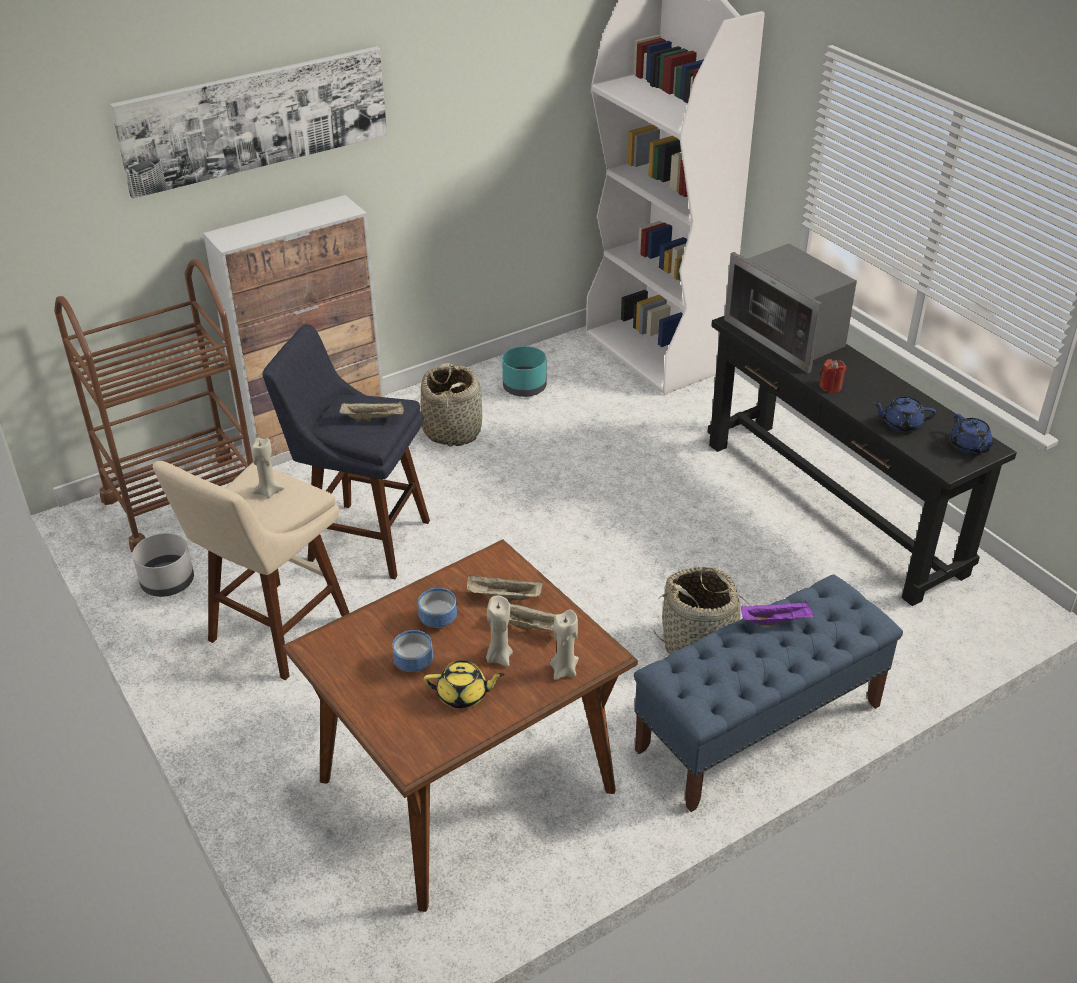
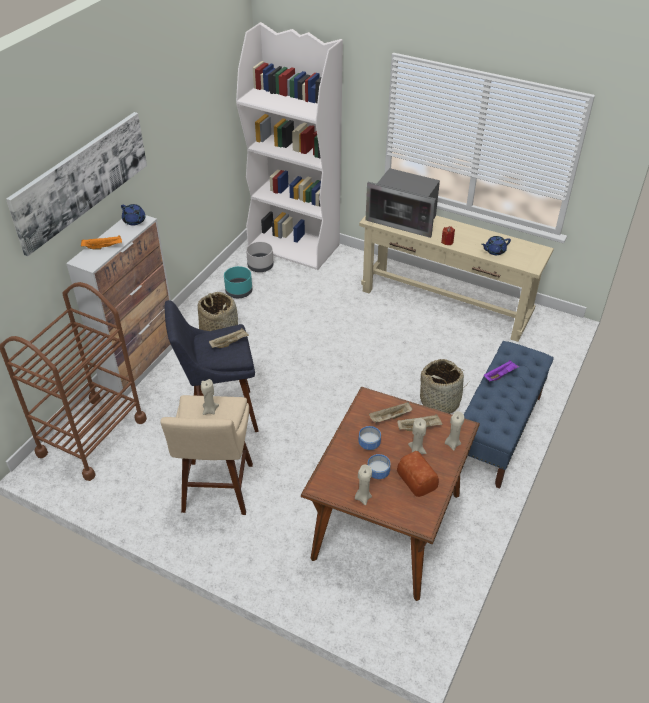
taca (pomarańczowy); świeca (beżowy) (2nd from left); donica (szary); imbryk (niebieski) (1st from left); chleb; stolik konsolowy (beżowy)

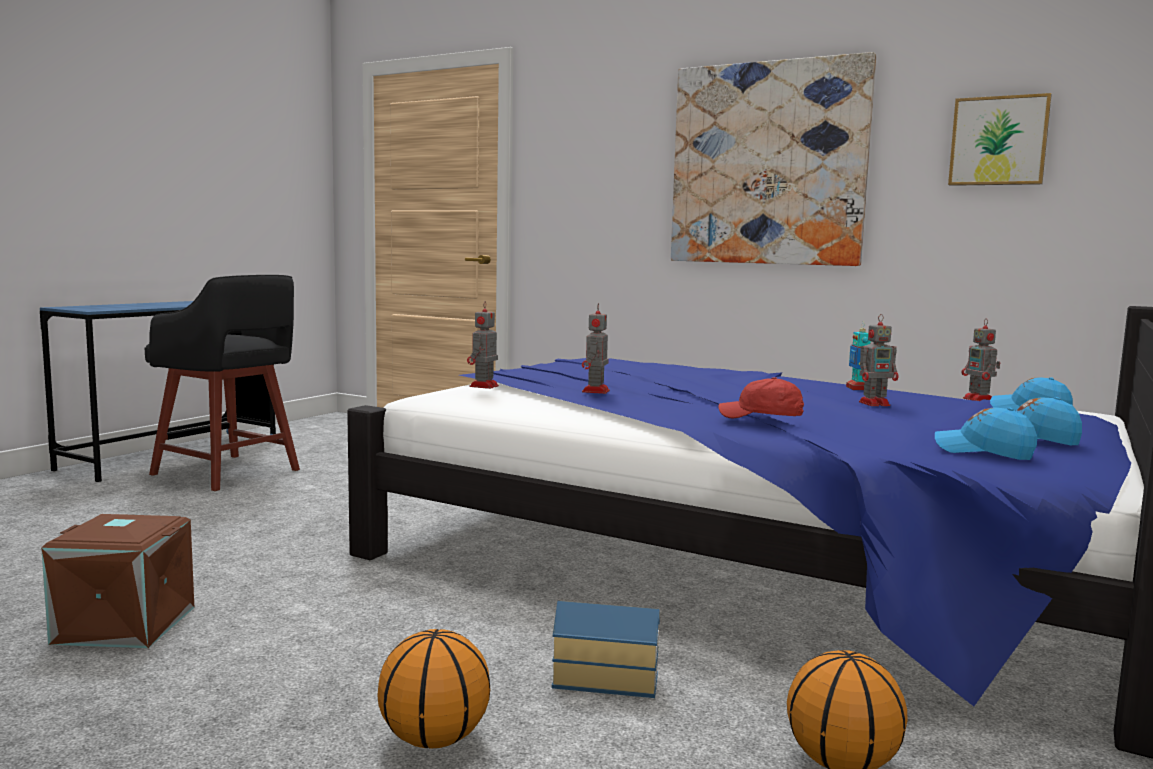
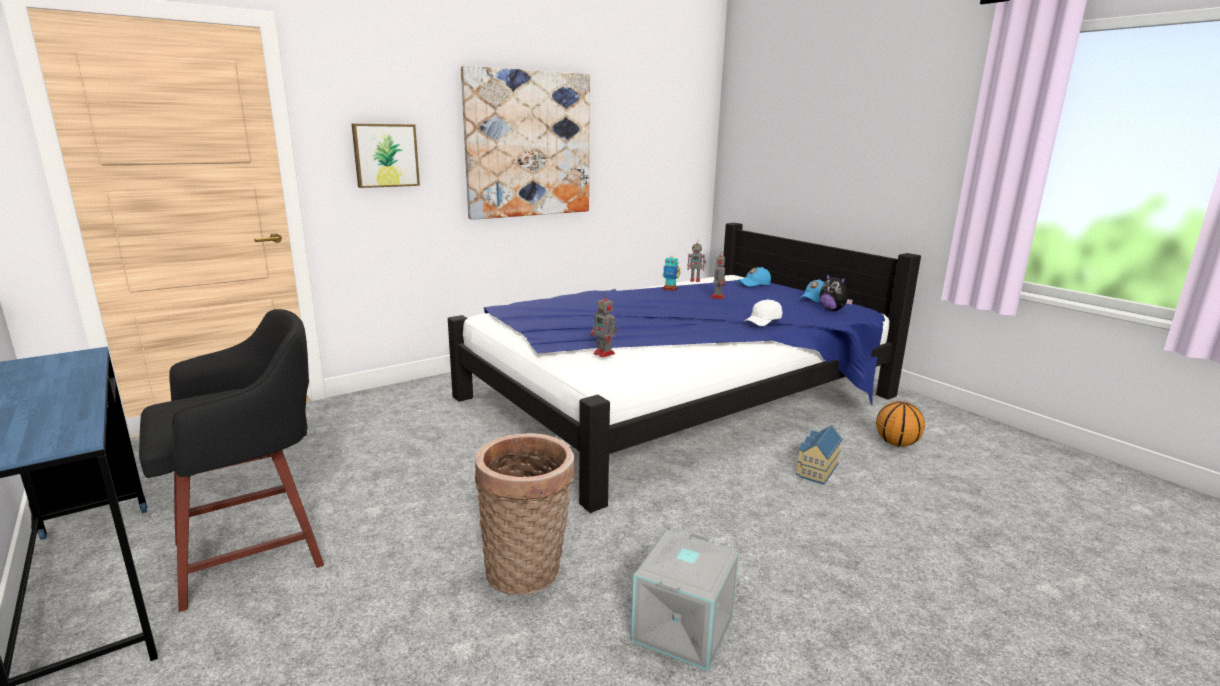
piłka do koszykówki (1st from left in the first image); robot zabawkowy (2nd from left in the first image); koszyk; obraz (1st from left); pluszak; pojemnik do przechowywania (szary); czapka z daszkiem (biały)

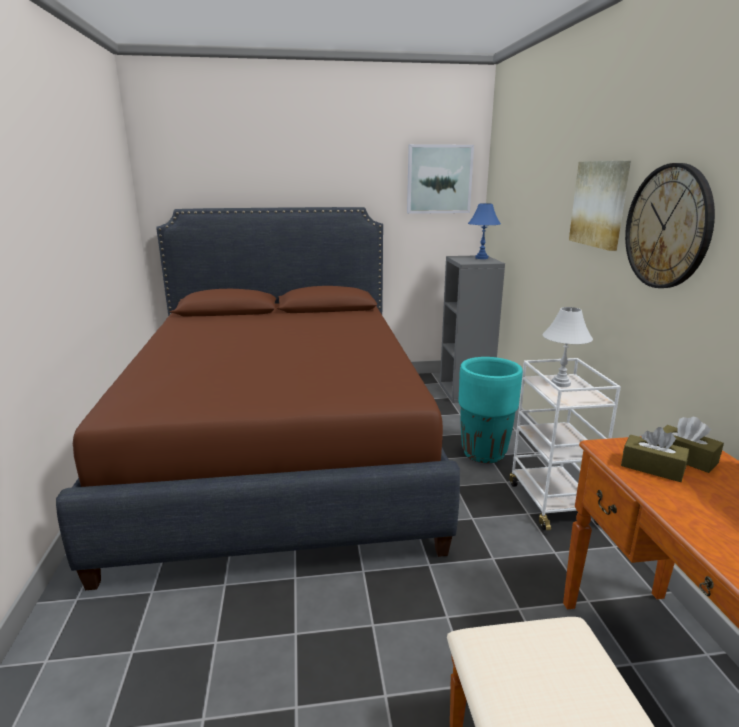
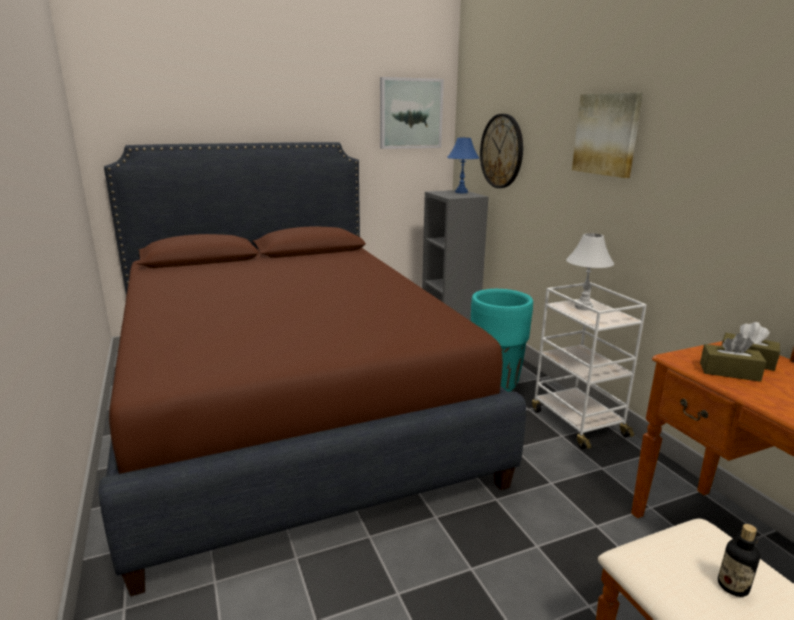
butelka; zegar ścienny

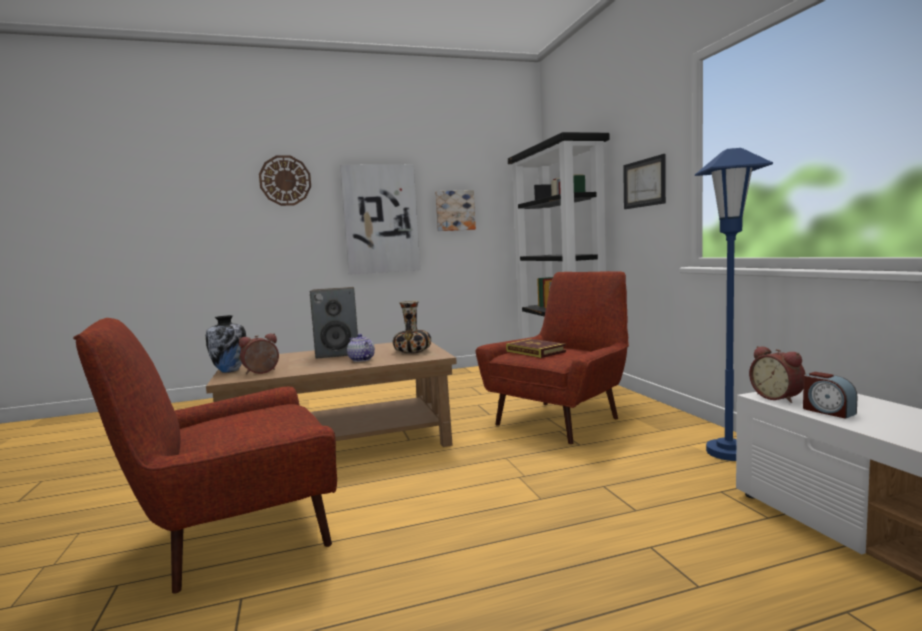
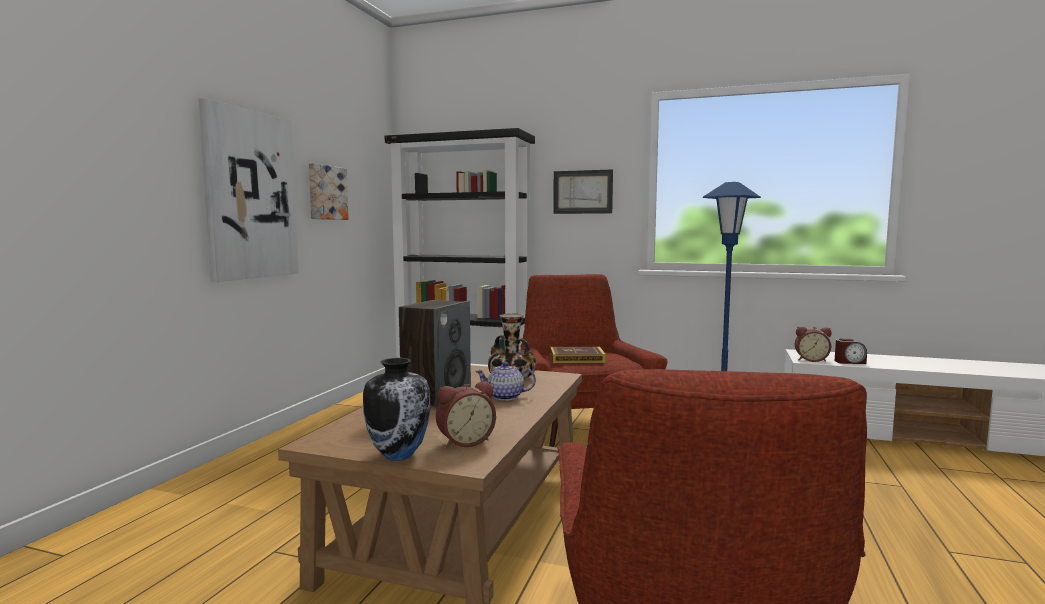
zegar ścienny; budzik (1st from left)

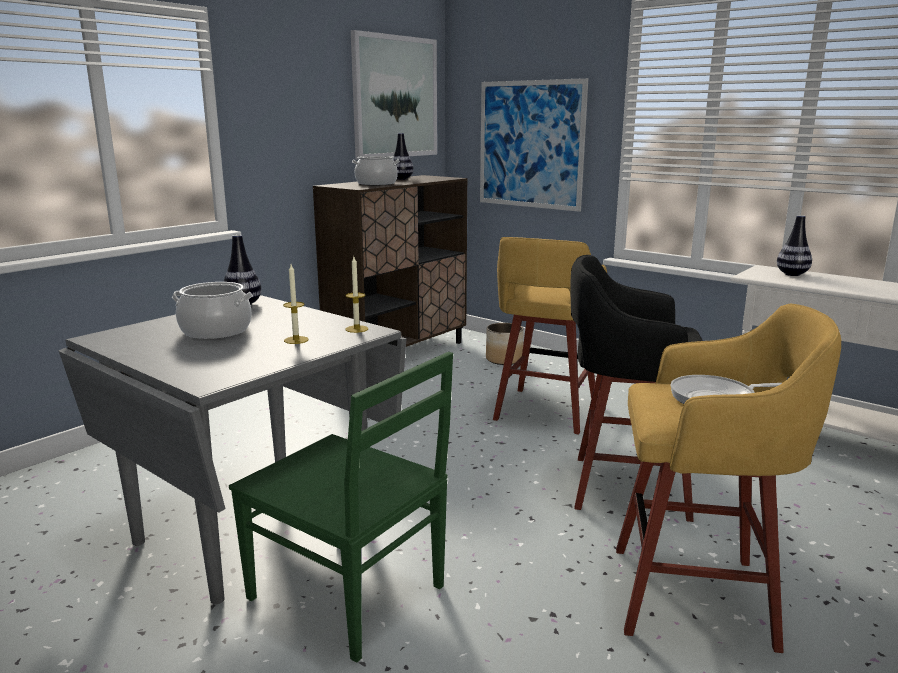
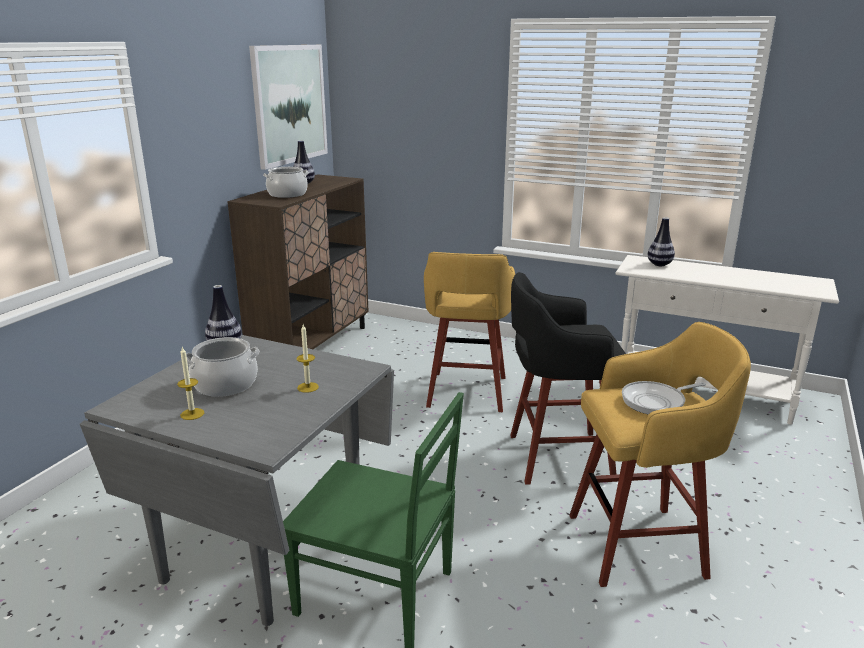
obraz (2nd from left in the first image); donica; świeca (1st from left)

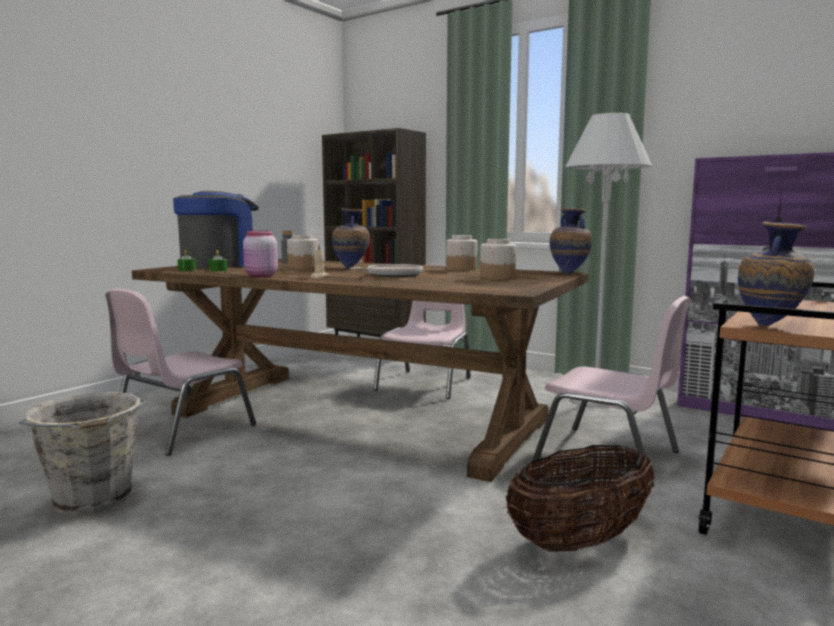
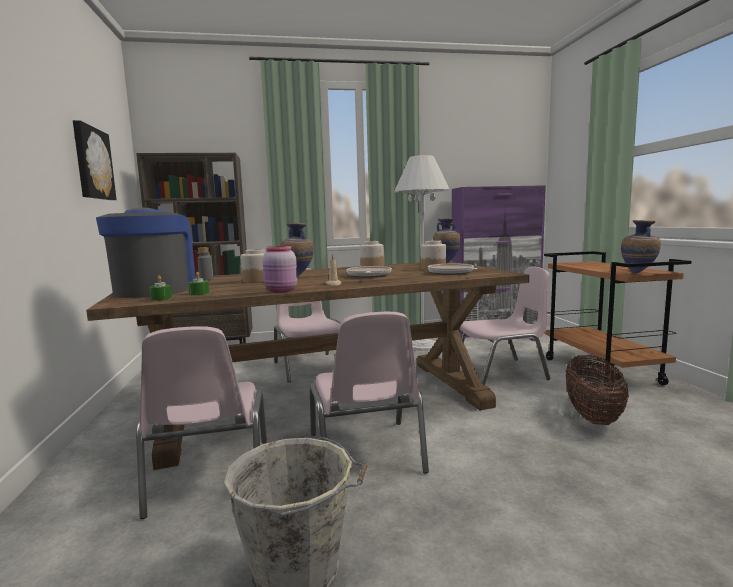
obraz; krzesło (różowy) (3rd from left); patelnia (2nd from left)

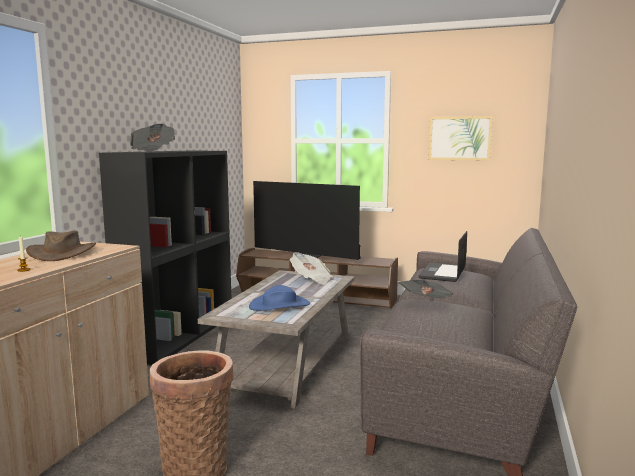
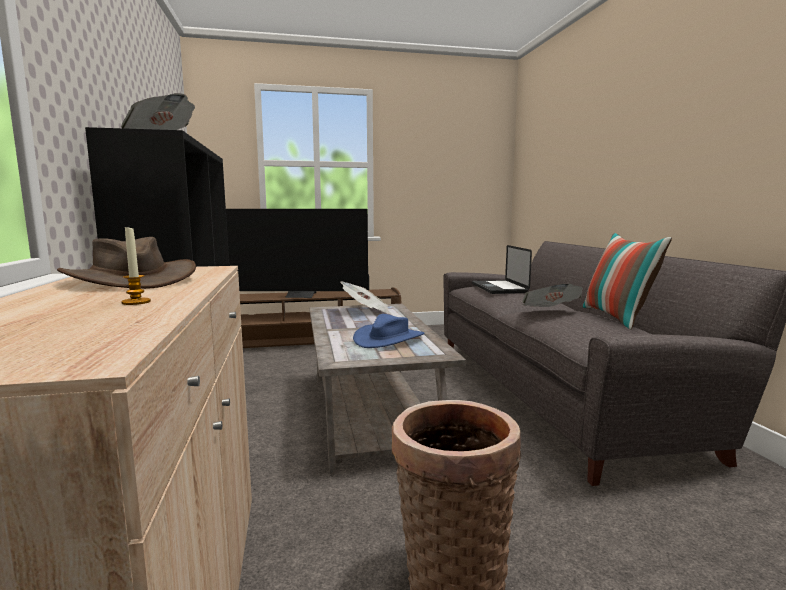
obraz; poduszka

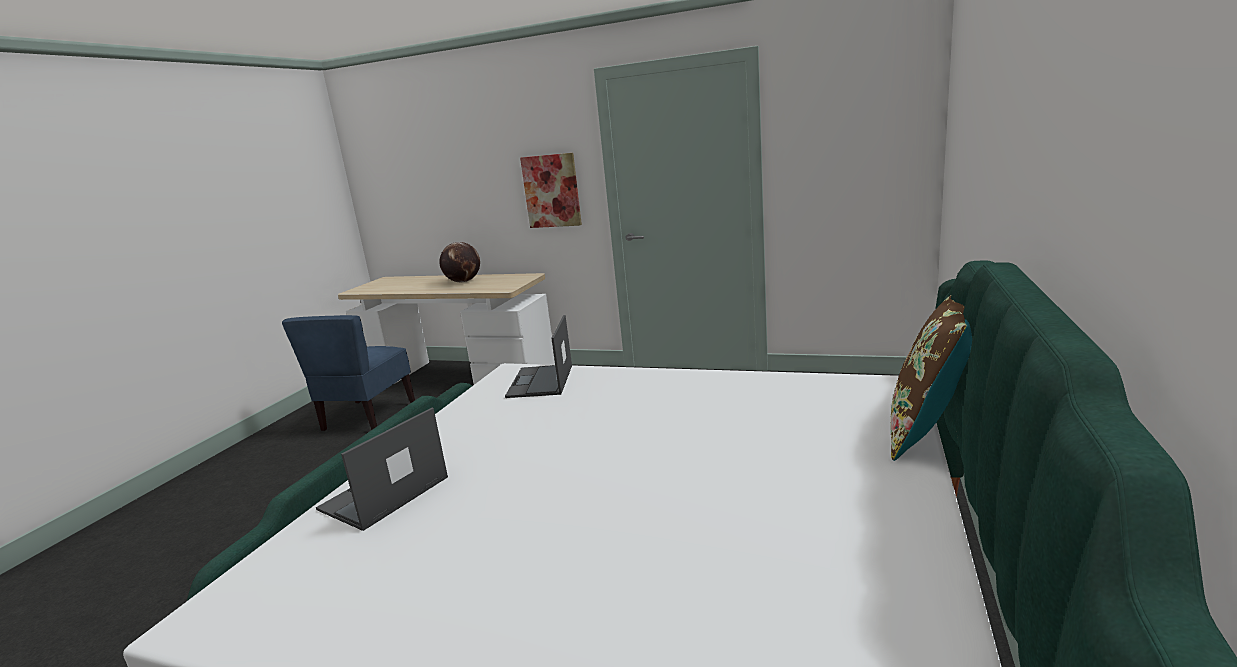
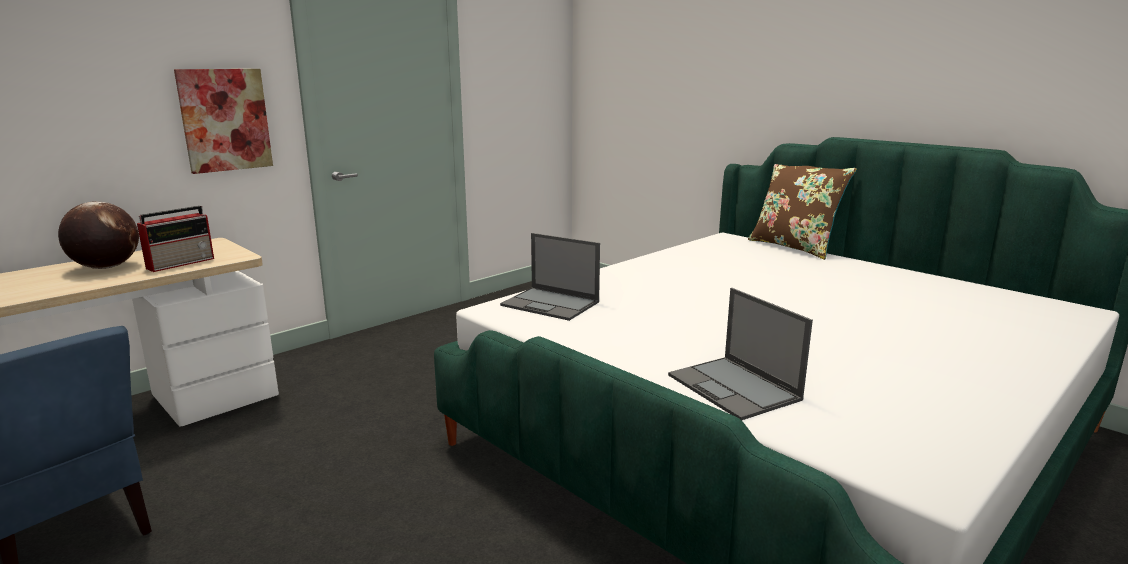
radio

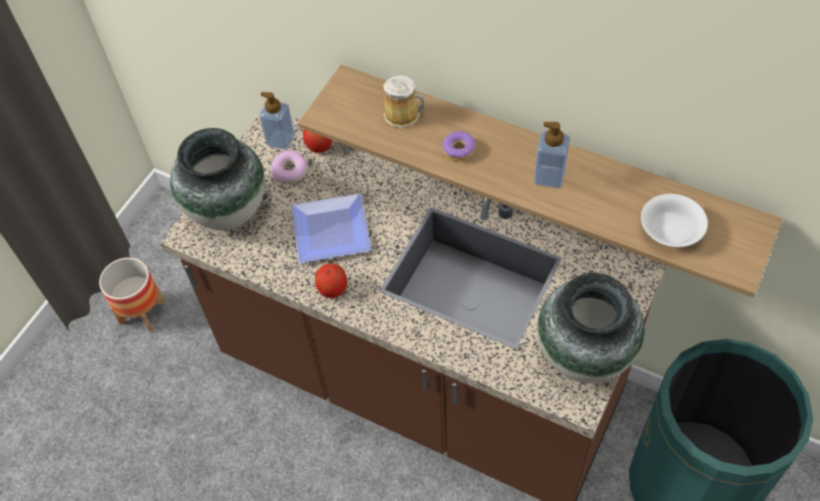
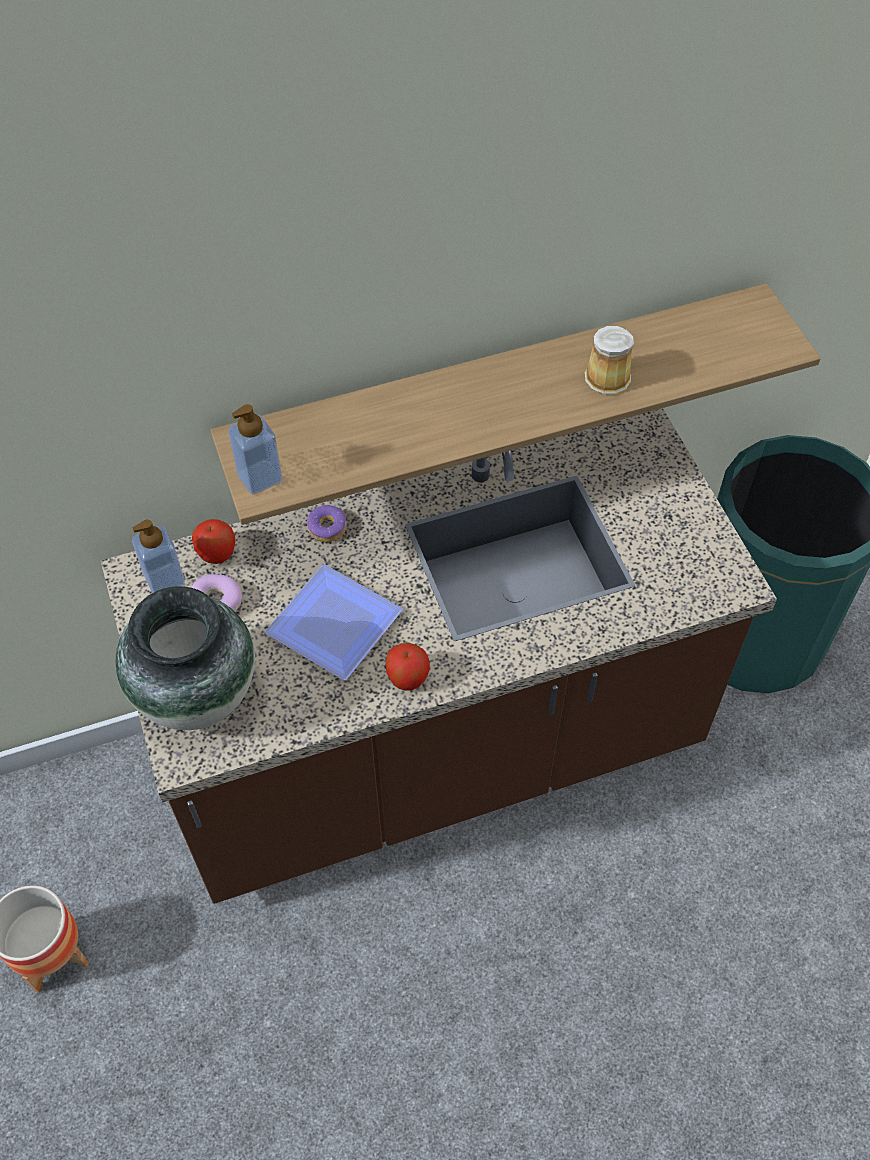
wazon (2nd from left in the first image); miska (biały); kubek; donut (2nd from left); dozownik mydła (2nd from left)

